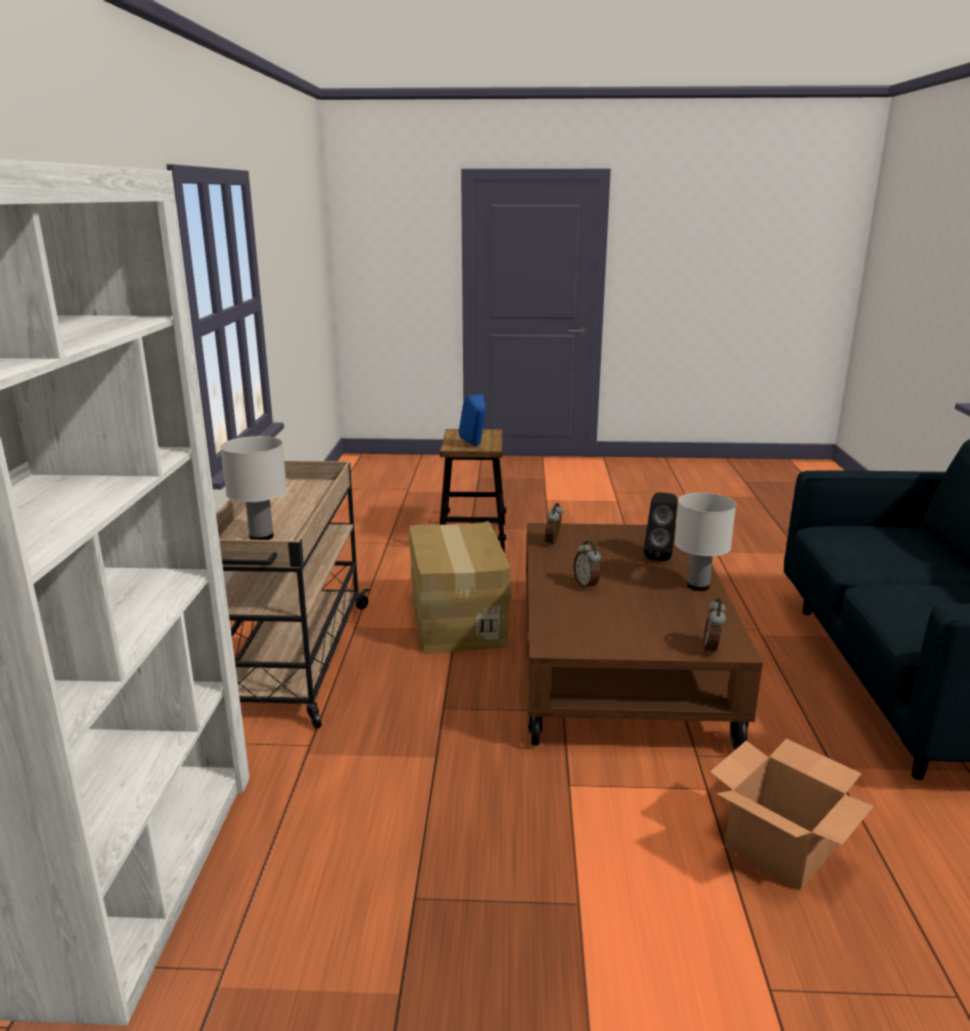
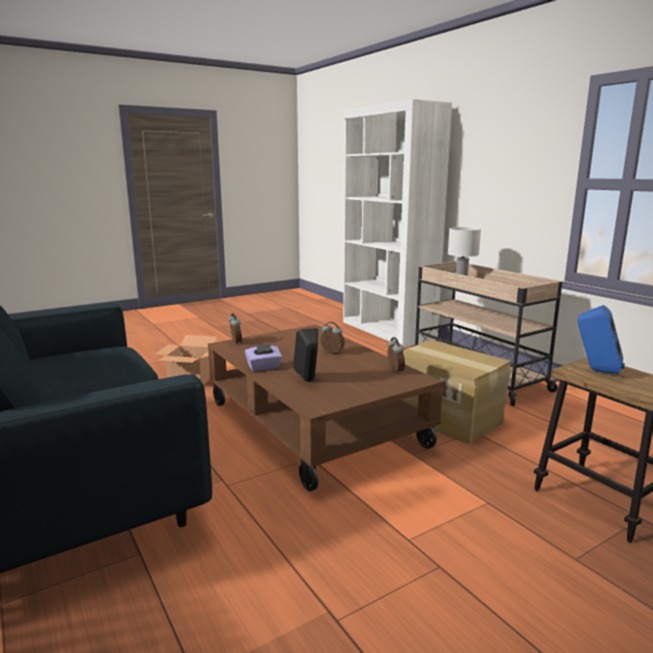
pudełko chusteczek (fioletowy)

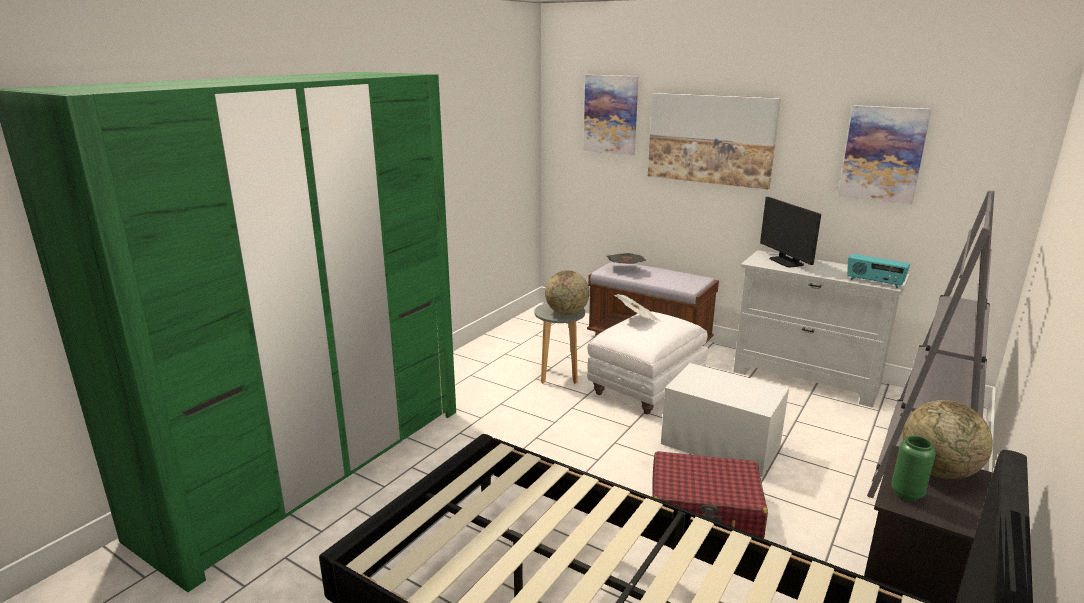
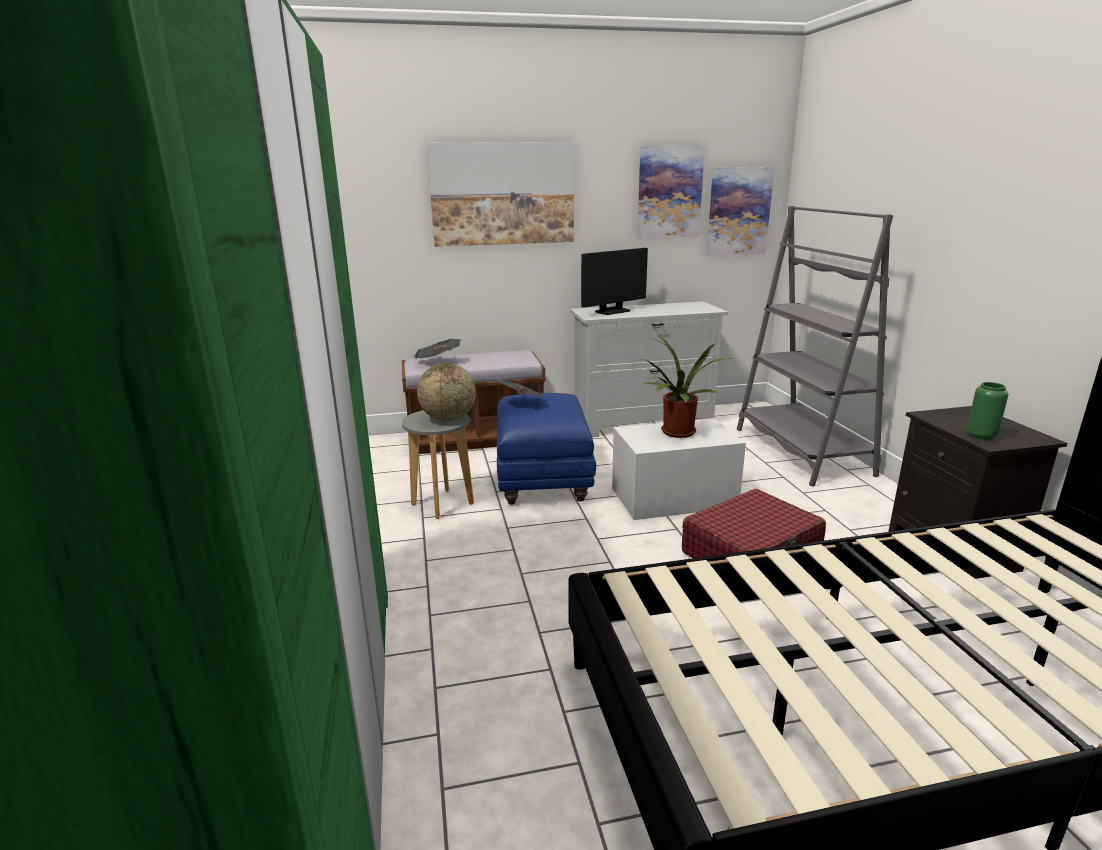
radio; globus (2nd from left in the first image); roślina doniczkowa; obraz (3rd from left); pufa (niebieski); monitor

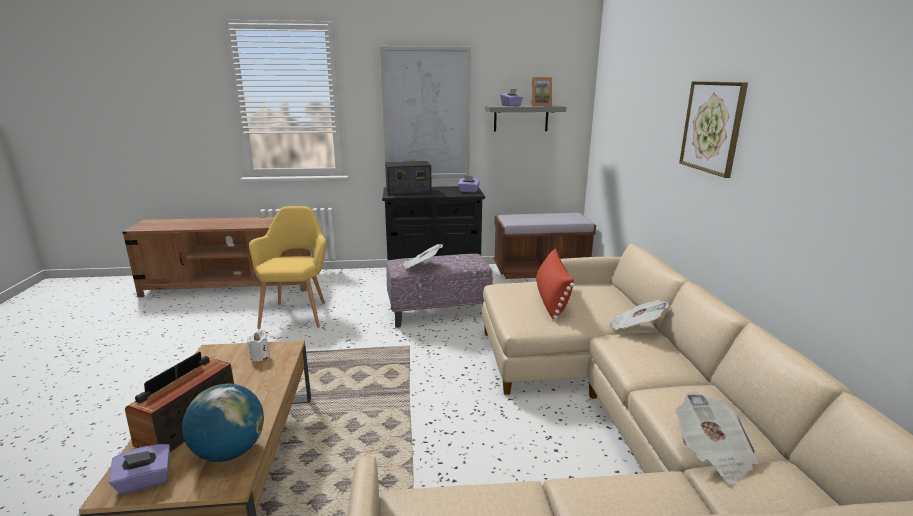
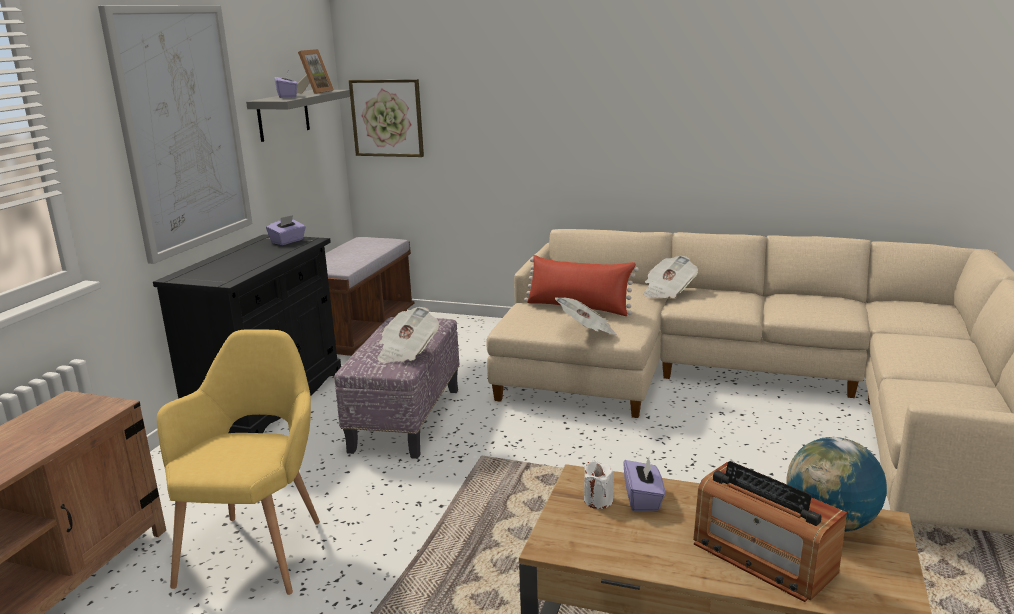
radio (2nd from left in the first image); pudełko chusteczek (fioletowy) (3rd from left); gazeta (2nd from left); obraz (2nd from left); fotel (żółty)

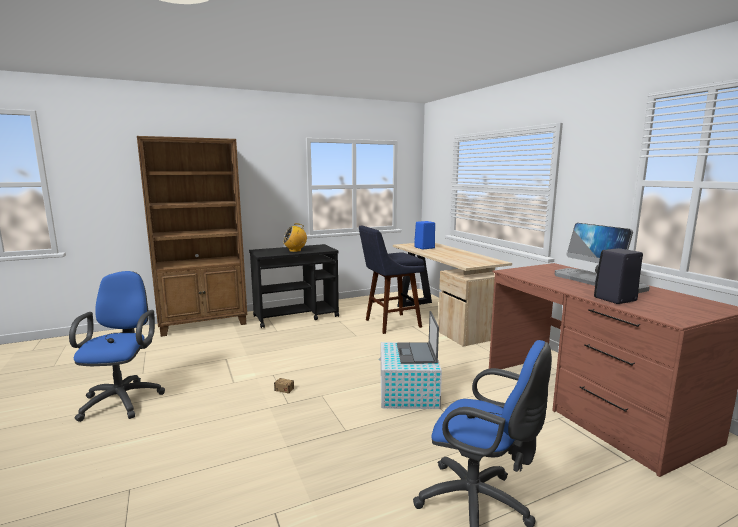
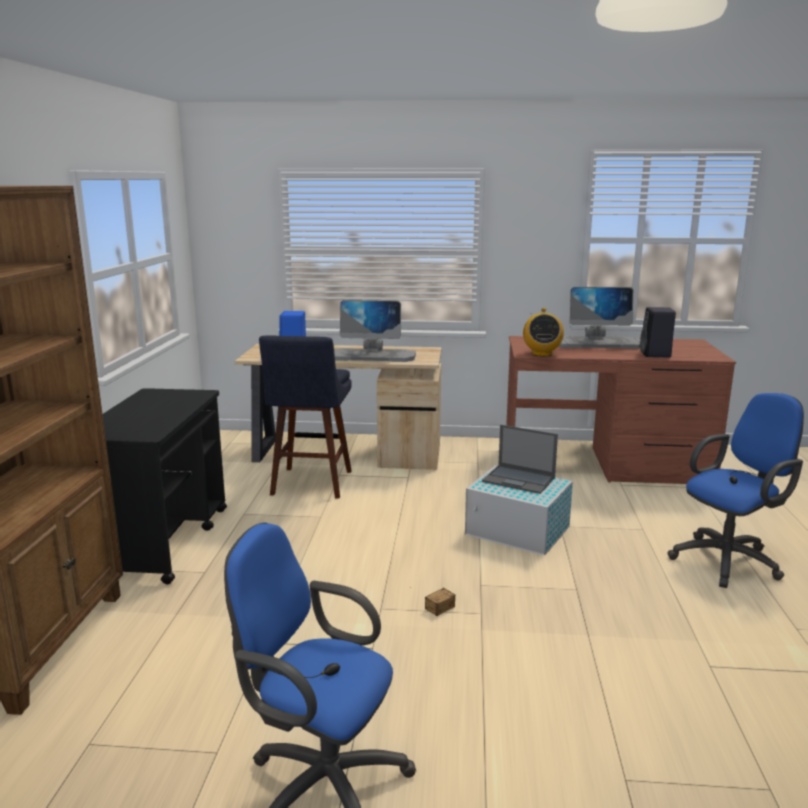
monitor (1st from left); radio

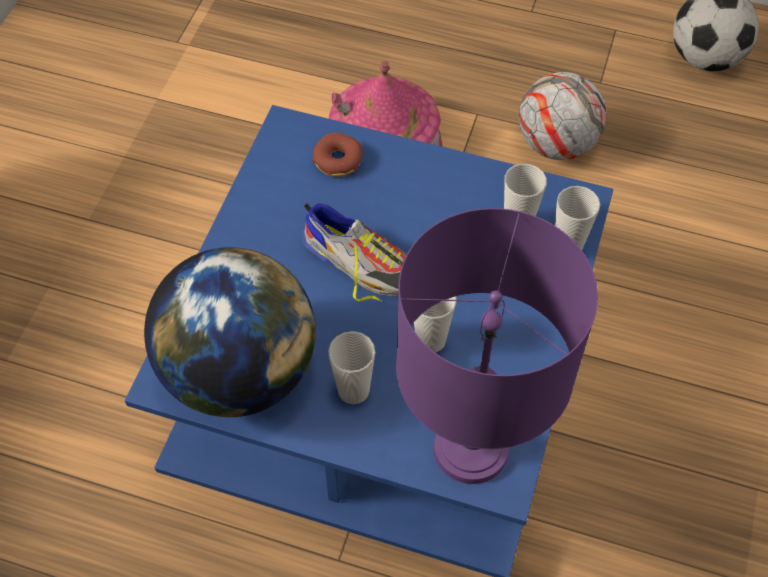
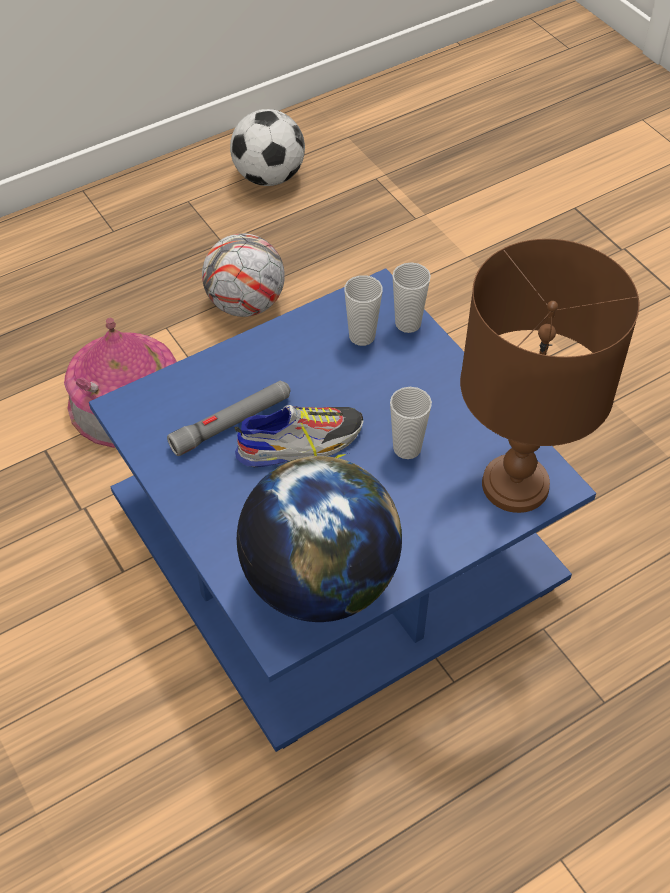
donut; filiżanka (1st from left in the first image); latarka (szary); lampa stołowa (brązowy)

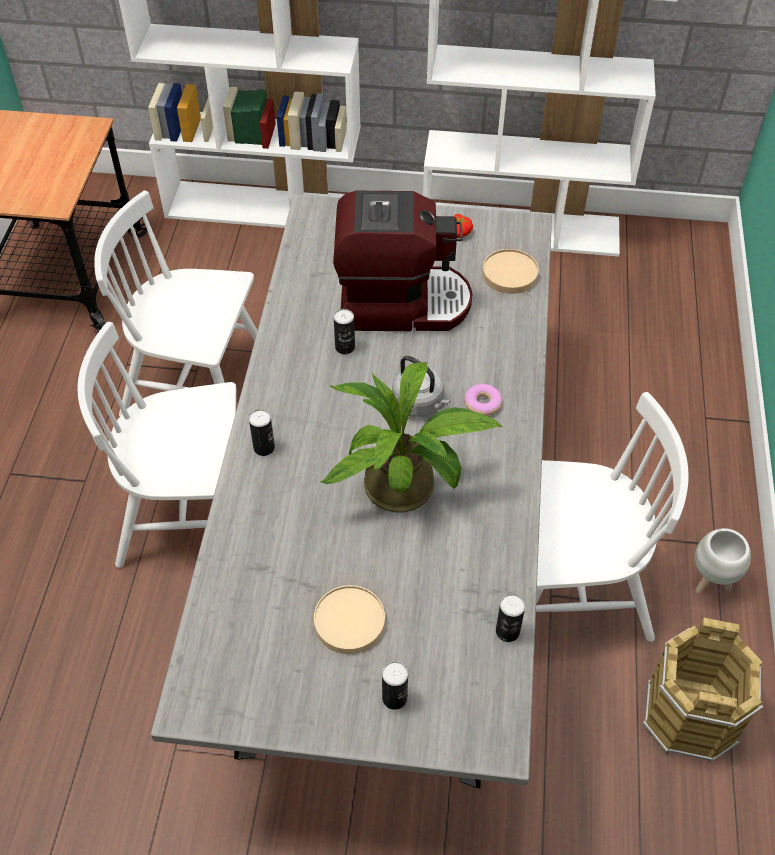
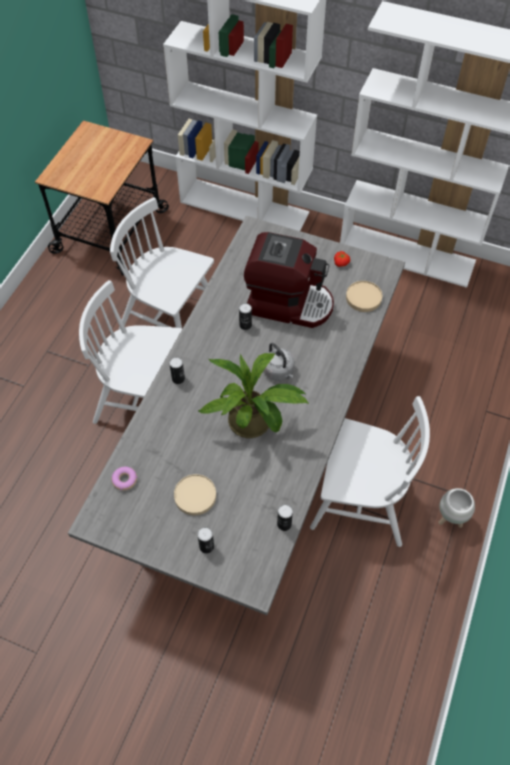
wiadro (brązowy); donut

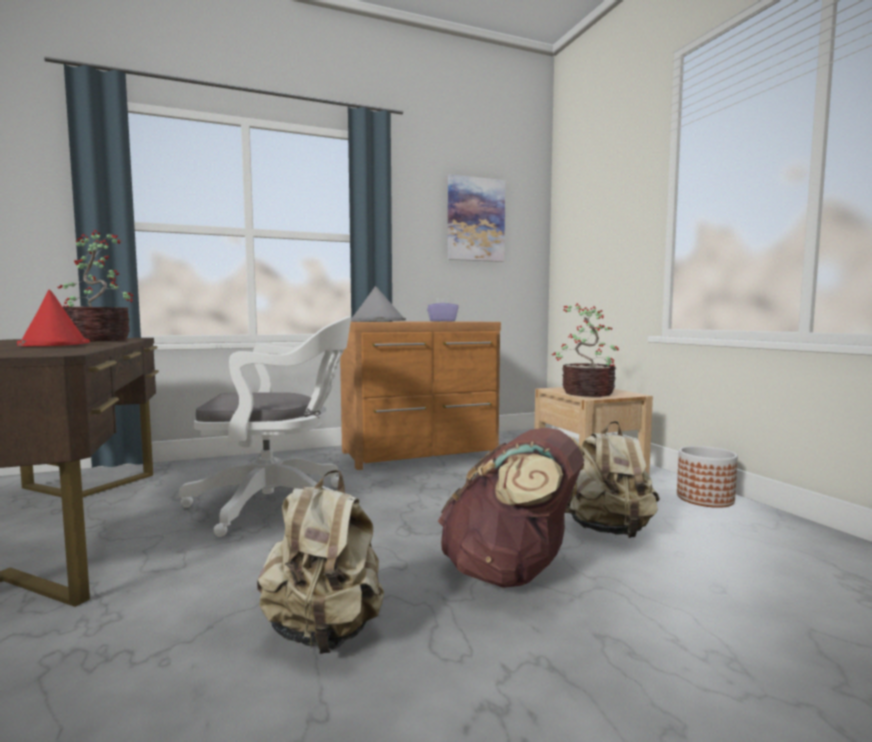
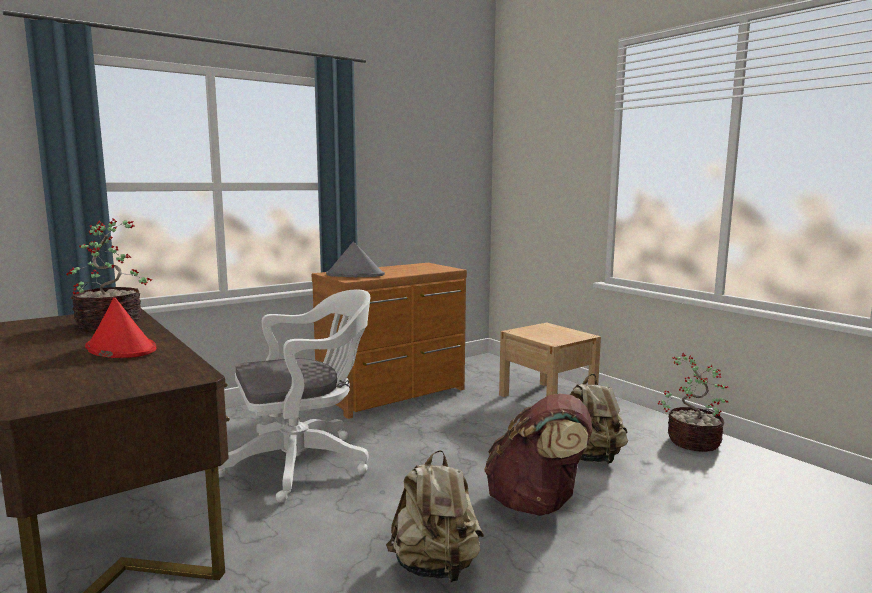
pudełko chusteczek (fioletowy); obraz; donica; roślina doniczkowa (2nd from left)

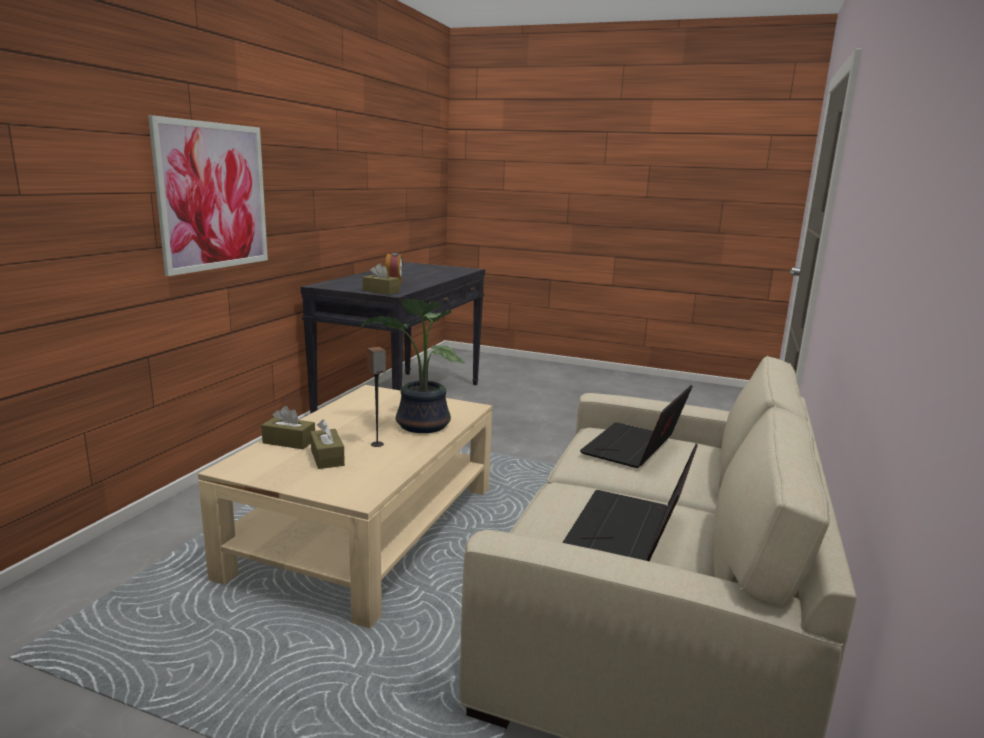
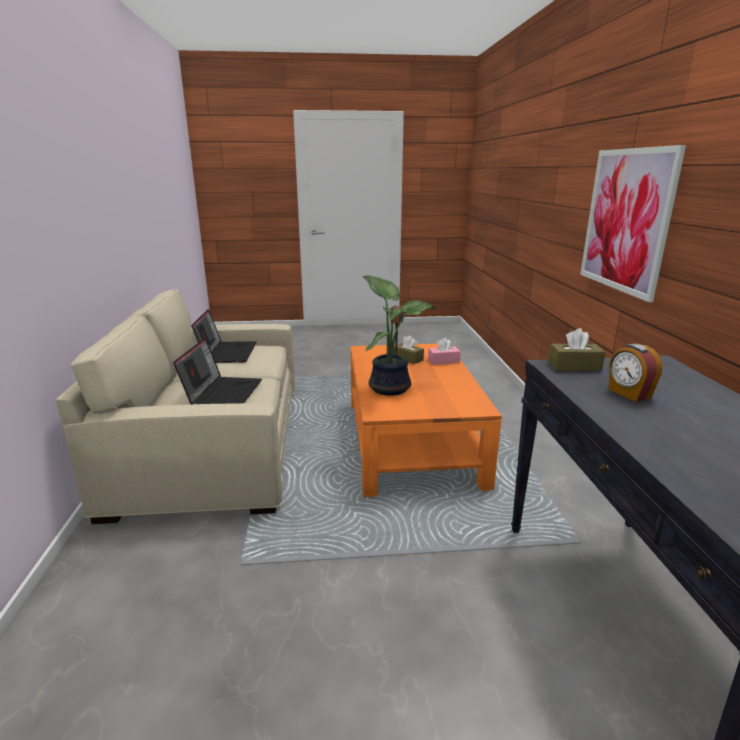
ława (pomarańczowy); pudełko chusteczek (różowy)

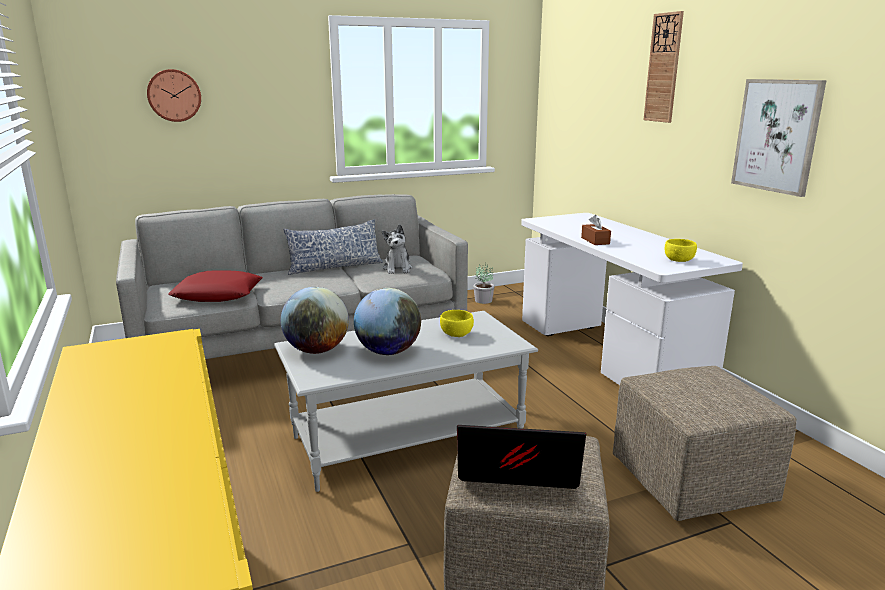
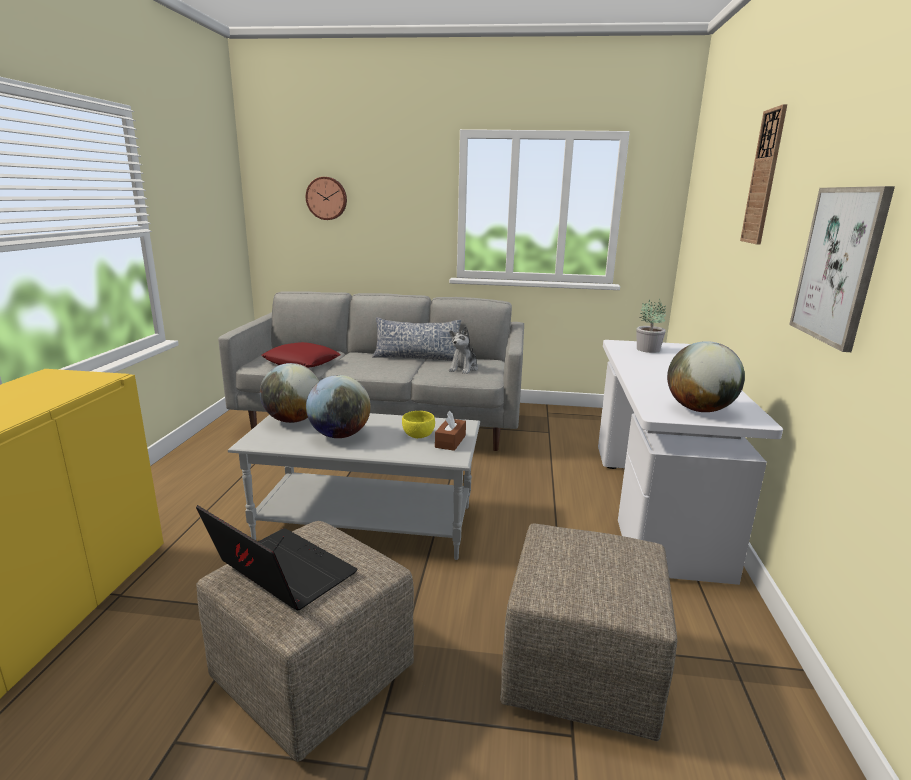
roślina doniczkowa; pudełko chusteczek (brązowy); globus (3rd from left)

